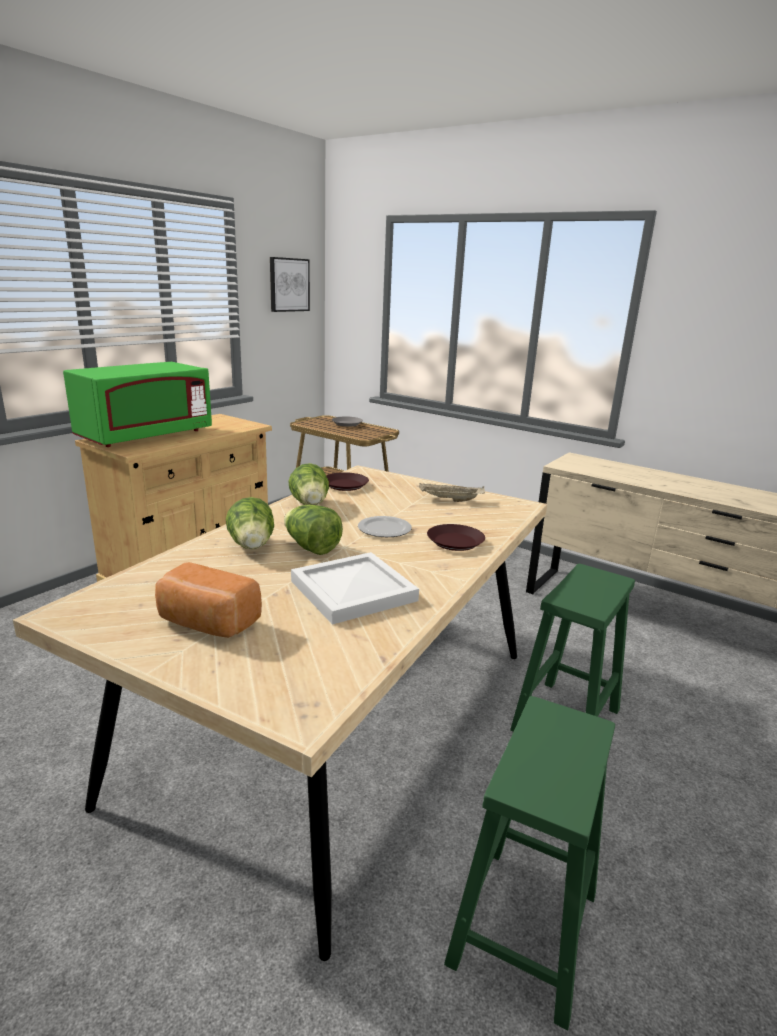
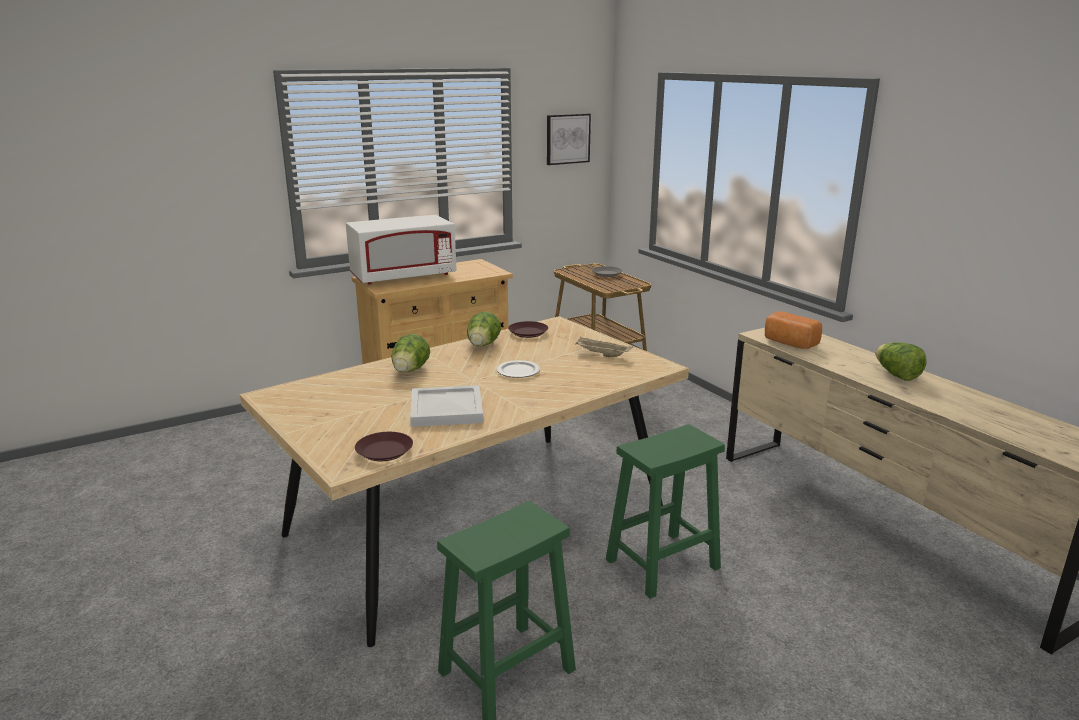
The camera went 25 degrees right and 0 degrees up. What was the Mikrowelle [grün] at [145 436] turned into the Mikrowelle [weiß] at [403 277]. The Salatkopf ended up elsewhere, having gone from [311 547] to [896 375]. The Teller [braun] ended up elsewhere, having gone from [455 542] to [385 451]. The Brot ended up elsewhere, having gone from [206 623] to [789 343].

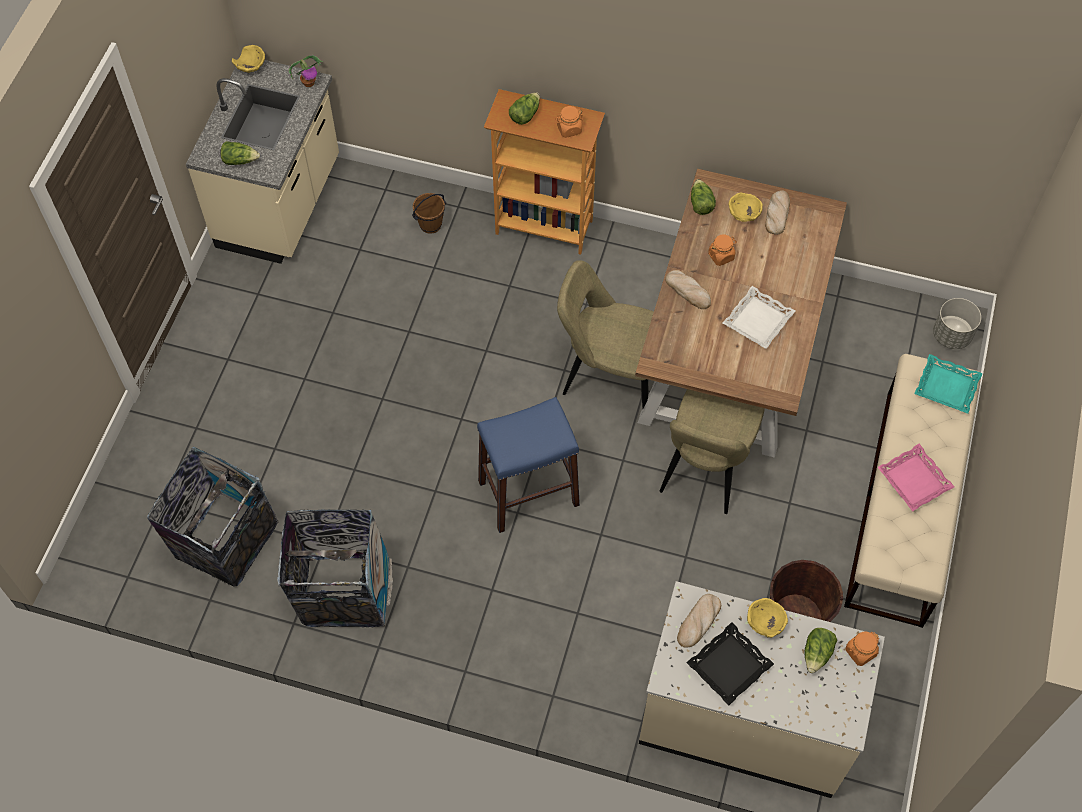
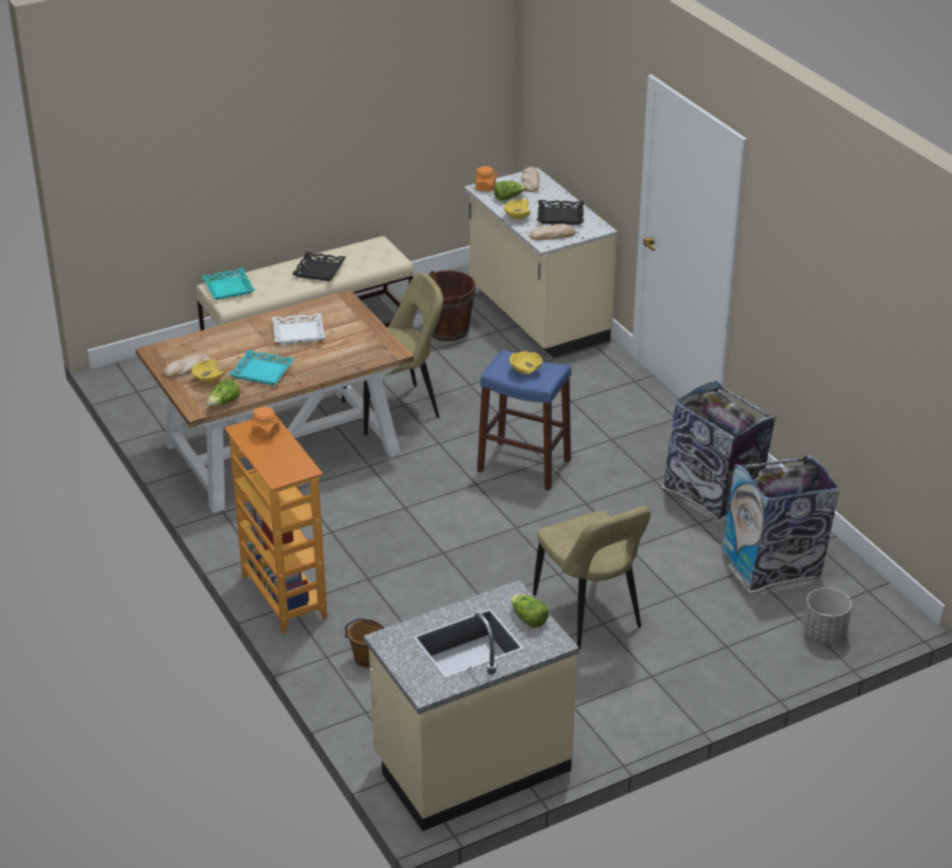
The camera went 135 degrees left and 25 degrees down. The Schüssel [gelb] ended up elsewhere, having gone from [251 67] to [525 371]. The second view lost the Topfpflanze at [309 82]. The second view lost the Salatkopf at [525 114]. Where the Vorratsglas [orange] stood at [721 256], the Tablett [türkis] came to stand at [262 372]. The Stuhl [beige] ended up elsewhere, having gone from [608 377] to [589 615]. The Brot ended up elsewhere, having gone from [688 291] to [530 182]. The Pflanzkübel [grau] ended up elsewhere, having gone from [952 335] to [824 633]. What was the Tablett [rosa] at [913 480] turned into the Tablett [schwarz] at [319 270].

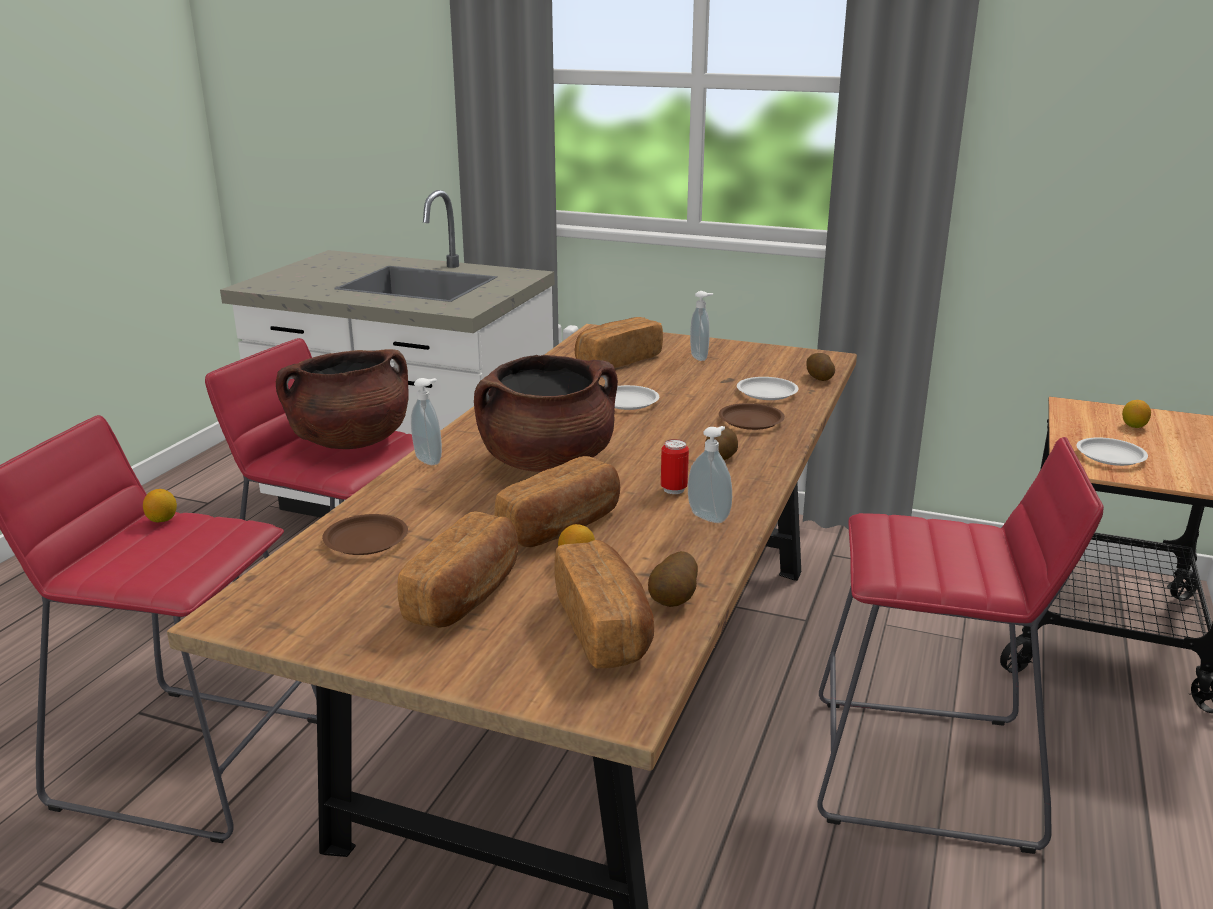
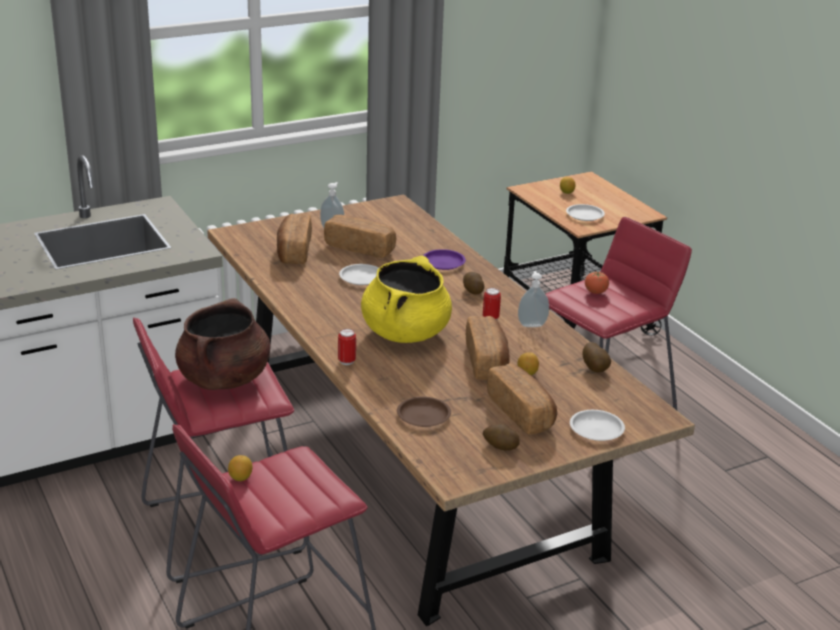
The camera went 50 degrees left and 5 degrees up. The Kartoffel ended up elsewhere, having gone from [818 377] to [500 446]. What was the Kochtopf [braun] at [547 462] turned into the Kochtopf [gelb] at [405 333]. The Teller [weiß] ended up elsewhere, having gone from [766 392] to [596 429]. Where the Seifenspender stood at [430 460], the Dose came to stand at [347 361]. What was the Teller [braun] at [750 421] turned into the Teller [lila] at [443 262]. The Brot ended up elsewhere, having gone from [604 627] to [360 248]. The second view gained the Tomate at [595 292].

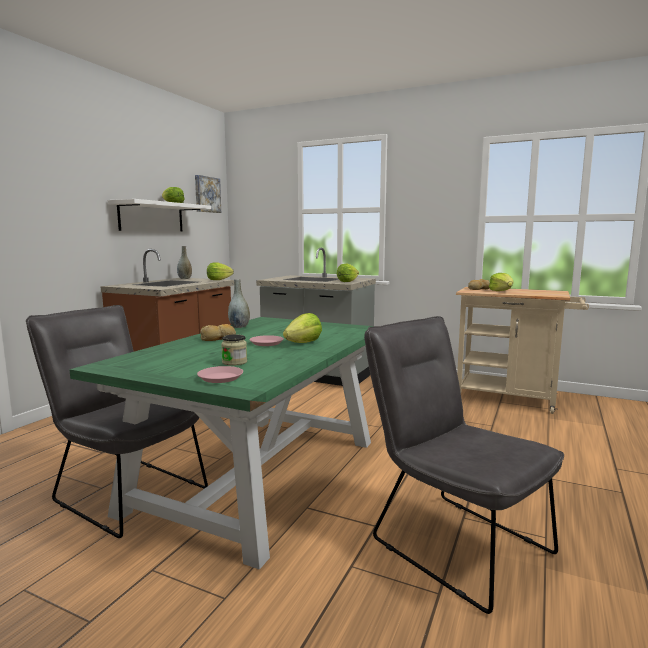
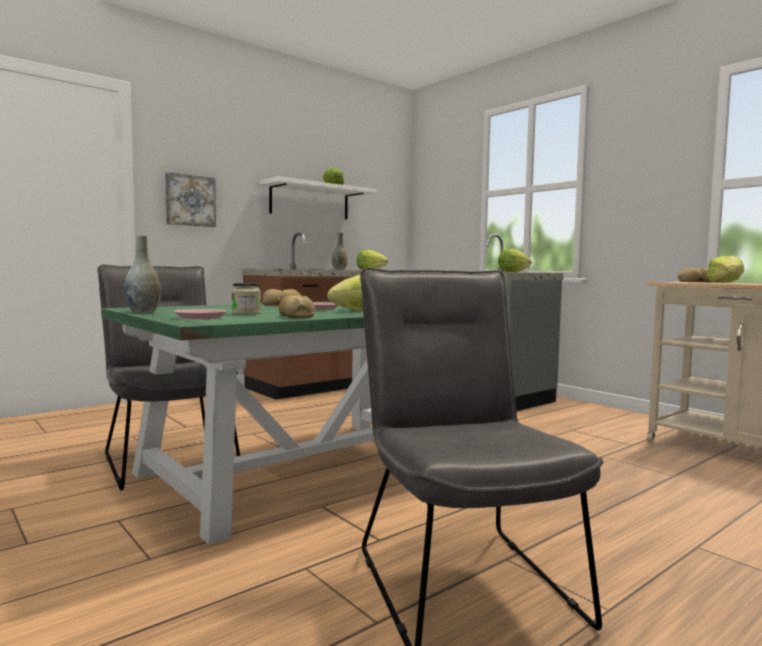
The camera went 25 degrees right and 5 degrees down. The Bild ended up elsewhere, having gone from [206 194] to [190 200]. The Vase [grau] ended up elsewhere, having gone from [239 327] to [143 312]. The second view gained the Brot at [296 316].

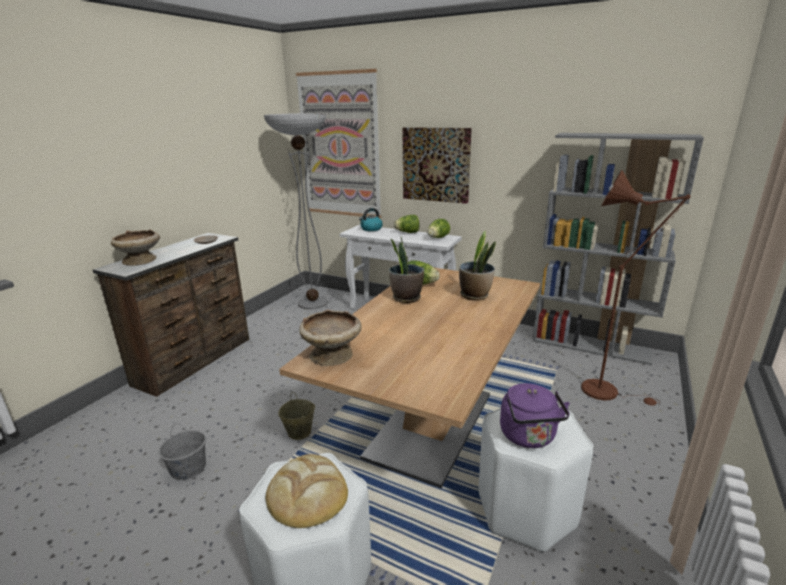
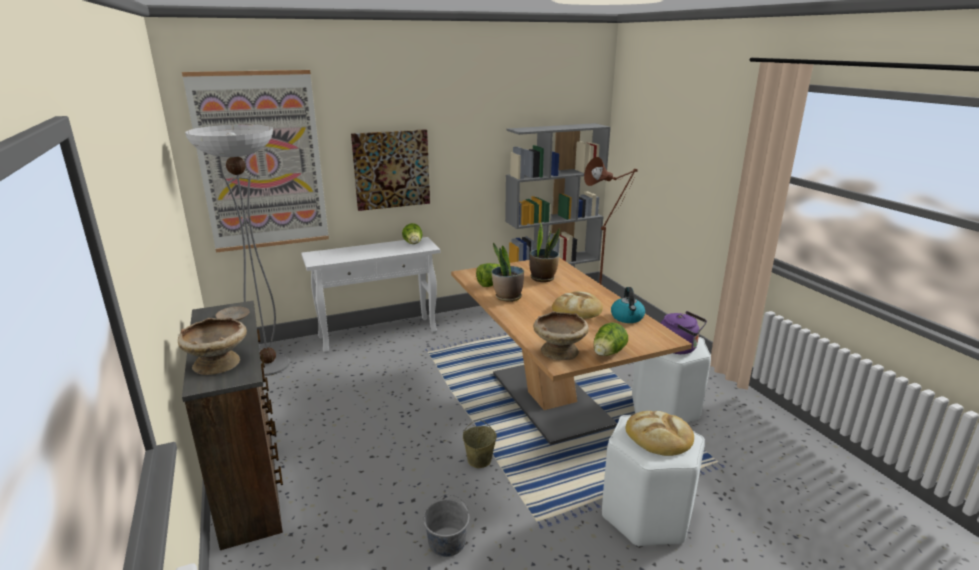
The camera went 50 degrees left and 0 degrees up. The Wasserkessel ended up elsewhere, having gone from [371 229] to [627 318]. The Salatkopf ended up elsewhere, having gone from [407 232] to [608 354]. The second view gained the Brot at [577 309].

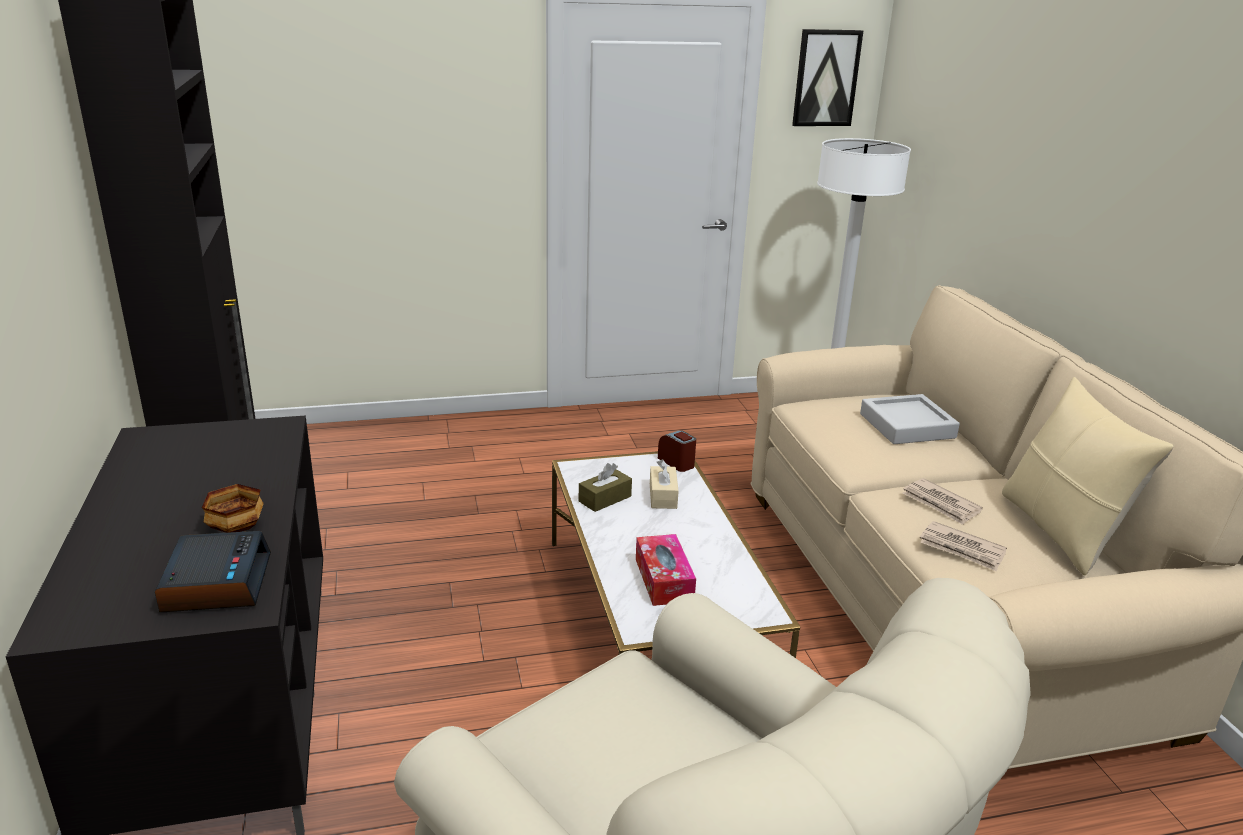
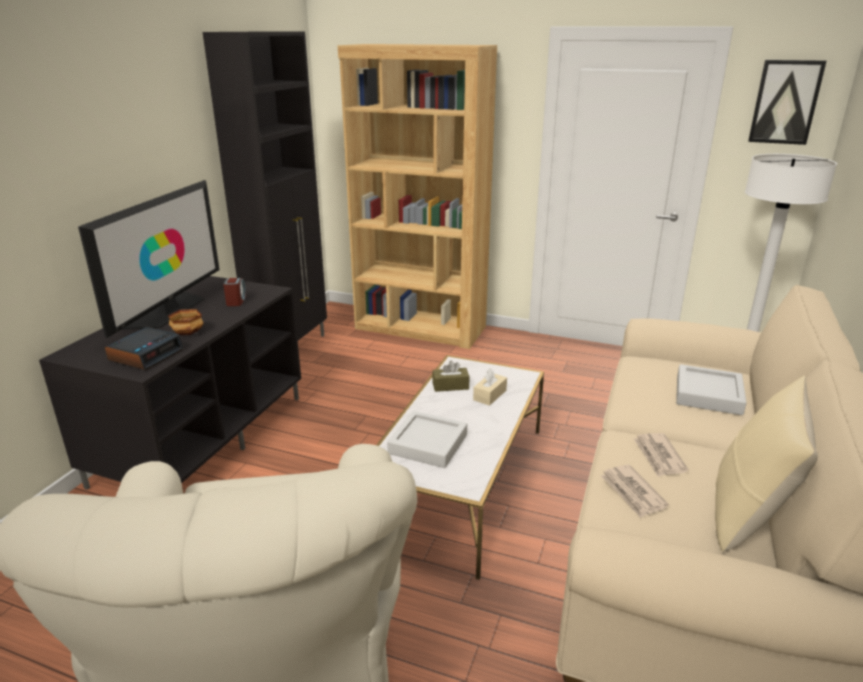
The camera went 35 degrees right and 0 degrees up. The Wecker ended up elsewhere, having gone from [677 462] to [236 301]. Where the Taschentuchbox stood at [664 579], the Tablett [grau] came to stand at [428 444]. The second view gained the Bücherregal [braun] at [420 328]. The second view gained the Fernseher at [169 311].

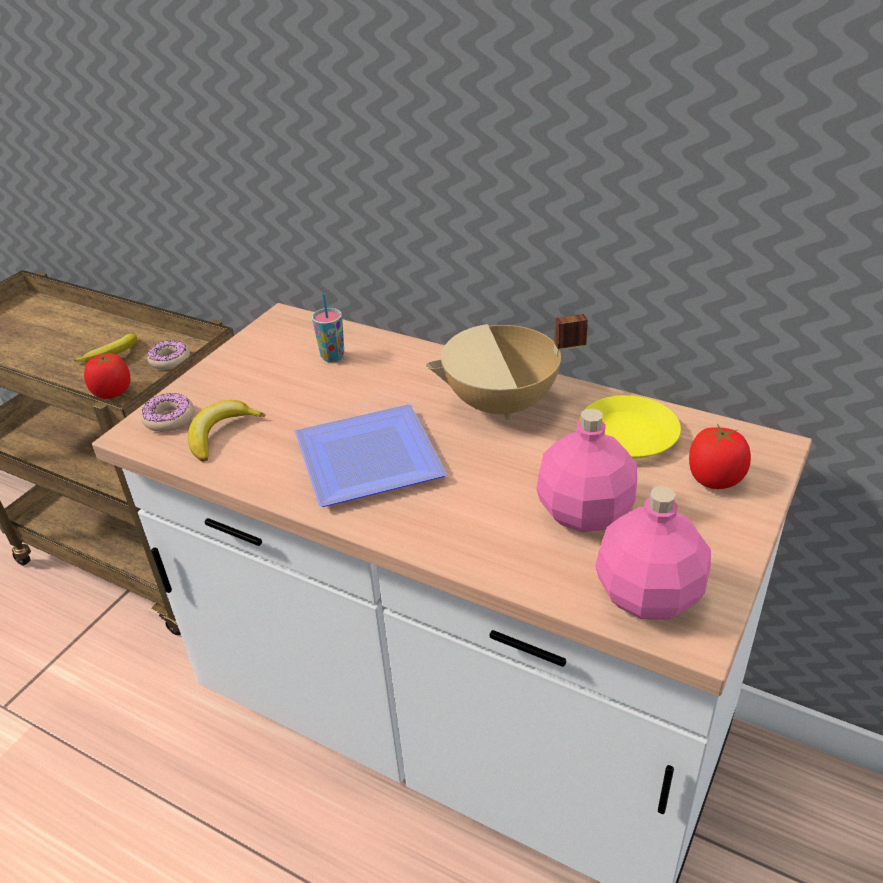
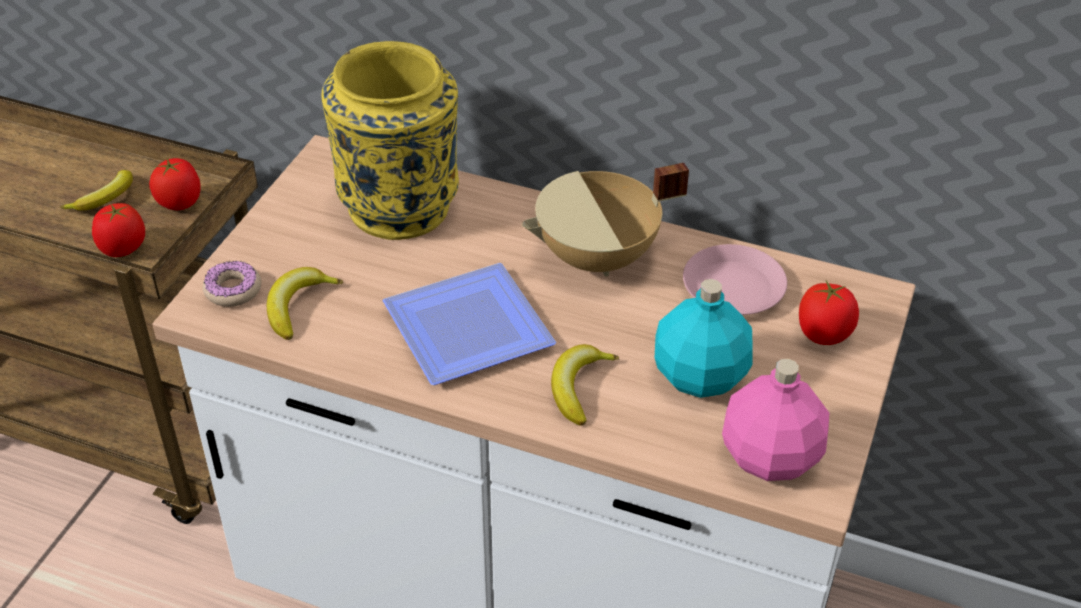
The camera went 10 degrees left and 5 degrees up. Where the Tasse stood at [332 357], the Vase [gelb] came to stand at [398 205]. Where the Donut stood at [170 360], the Tomate came to stand at [180 203]. What was the Teller [gelb] at [627 435] turned into the Teller [rosa] at [732 288]. What was the Flasche [rosa] at [586 513] turned into the Flasche [türkis] at [701 377]. The second view gained the Banane at [579 387].

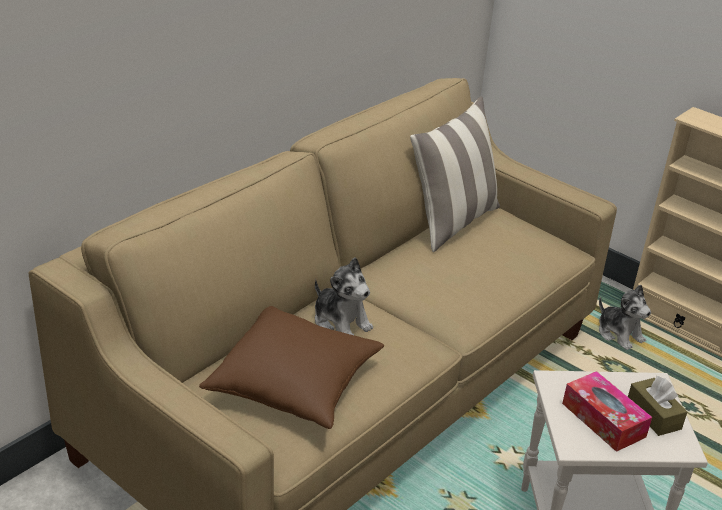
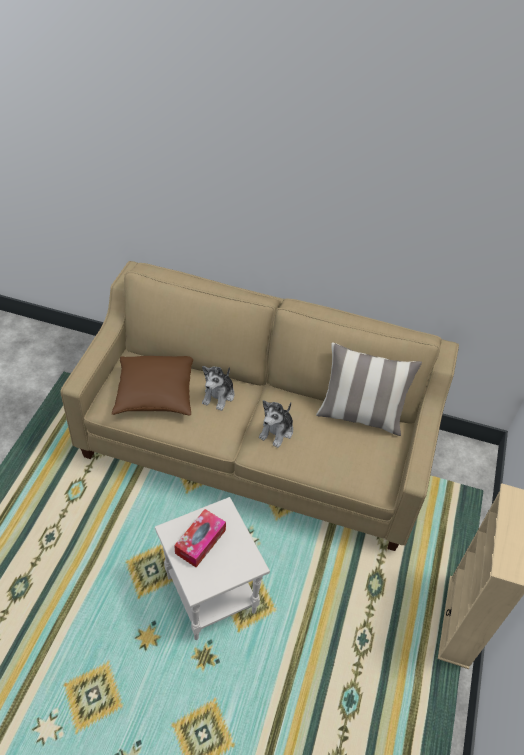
The camera went 65 degrees right and 15 degrees up. The Plüschtier ended up elsewhere, having gone from [619 334] to [277 431]. The second view lost the Taschentuchbox [braun] at [653 415].

